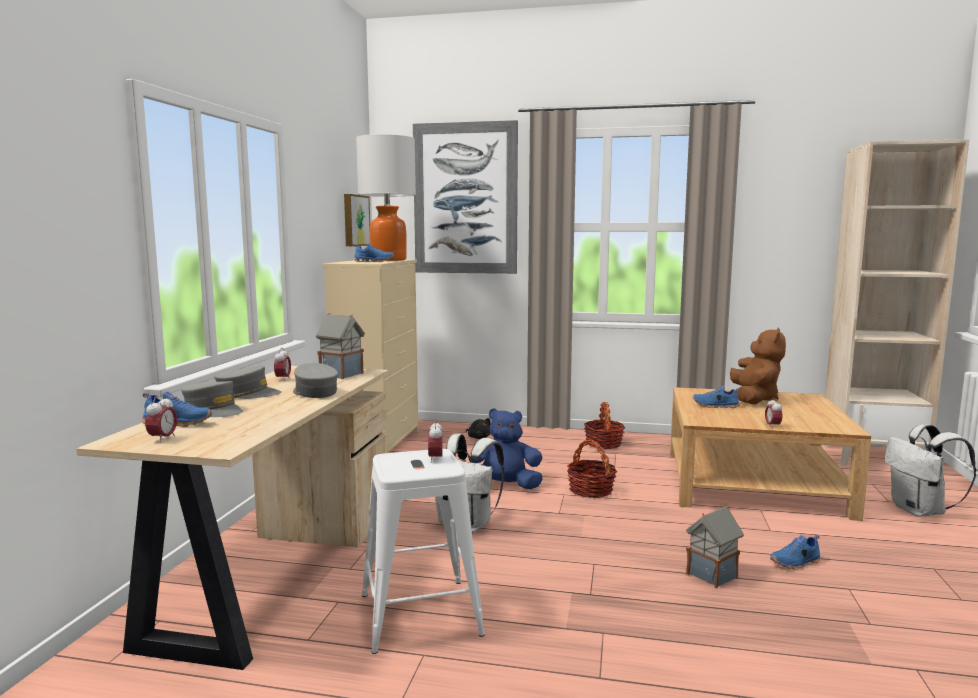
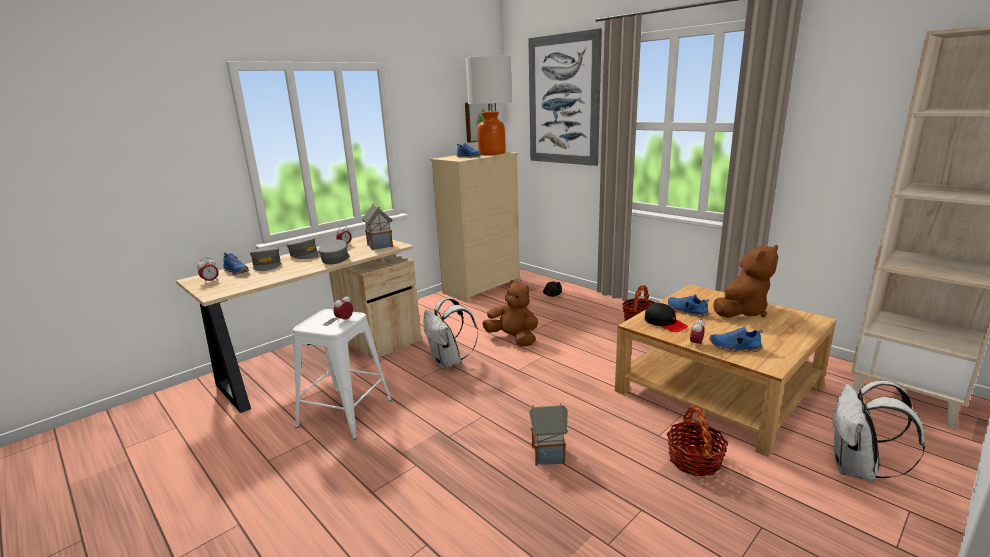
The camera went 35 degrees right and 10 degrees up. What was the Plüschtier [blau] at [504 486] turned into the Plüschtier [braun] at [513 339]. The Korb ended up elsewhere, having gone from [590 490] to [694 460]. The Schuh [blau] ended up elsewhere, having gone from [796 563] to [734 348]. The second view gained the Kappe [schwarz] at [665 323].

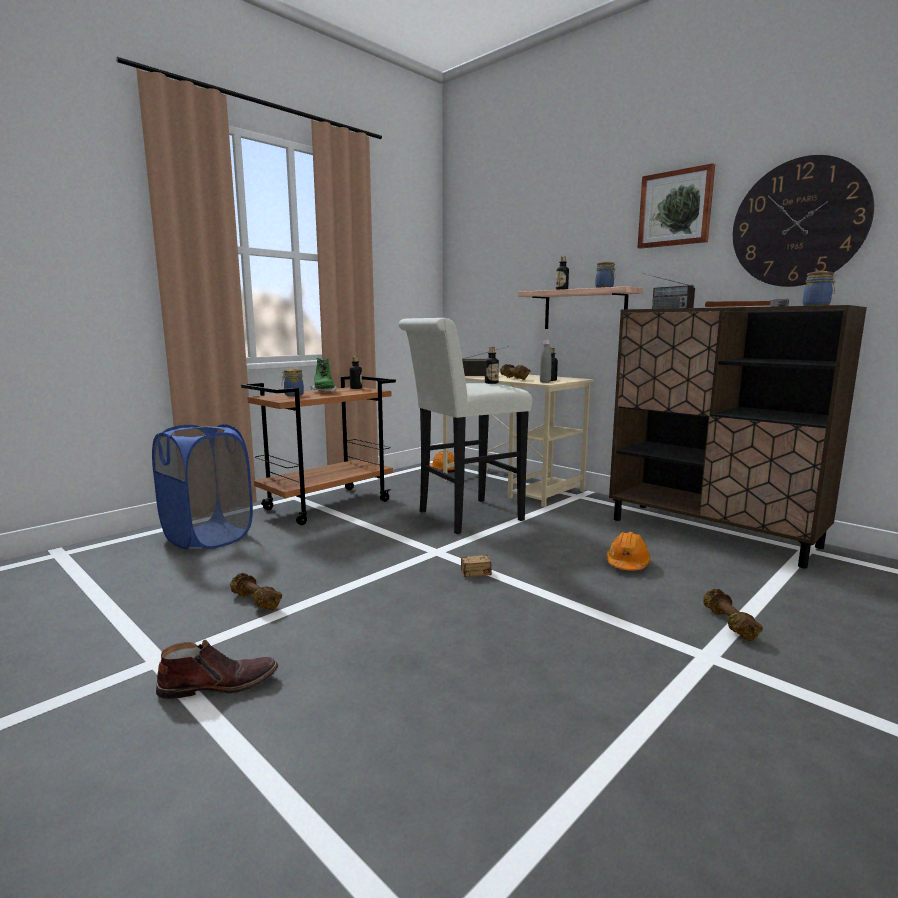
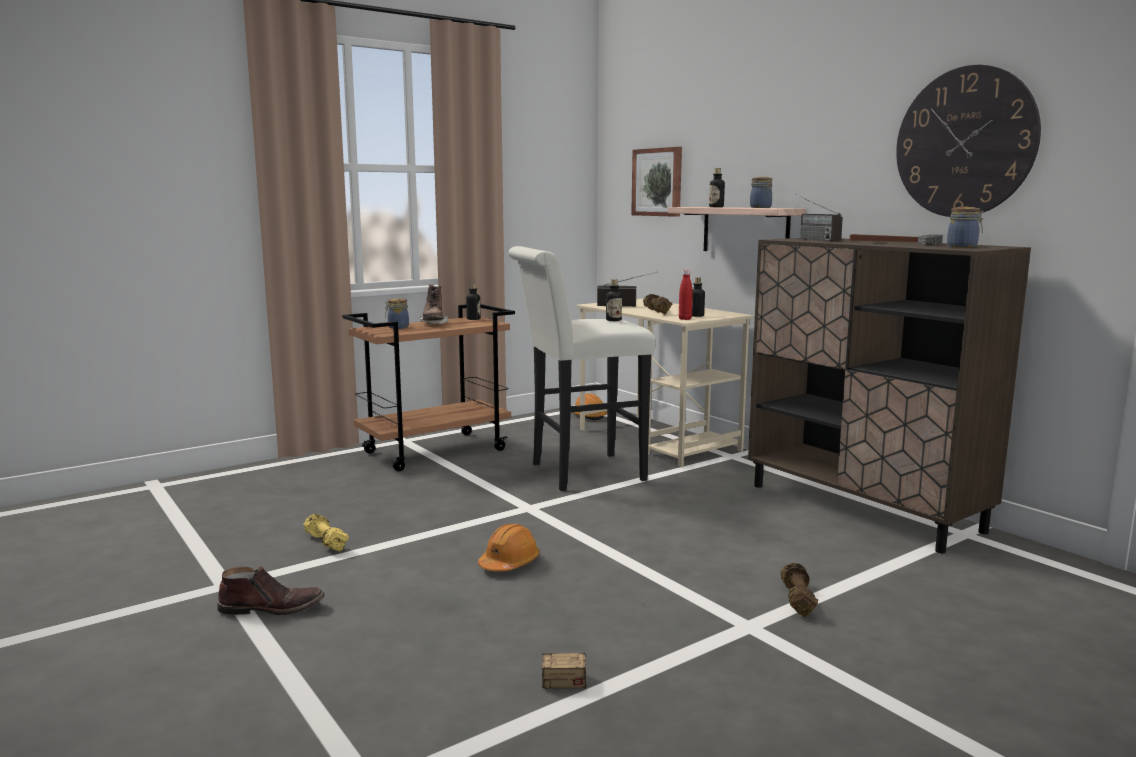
The camera went 10 degrees right and 0 degrees up. The Bild ended up elsewhere, having gone from [675 208] to [658 182]. What was the Flasche [grau] at [545 382] turned into the Flasche [rot] at [685 319]. What was the Stiefel [grün] at [324 392] turned into the Stiefel [braun] at [433 324]. The second view lost the Wäschekorb [blau] at [208 537]. The Aufbewahrungsbox ended up elsewhere, having gone from [494 572] to [593 682]. The Schutzhelm [orange] ended up elsewhere, having gone from [627 563] to [509 563]. What was the Hantel [braun] at [255 601] turned into the Hantel [gelb] at [325 542].

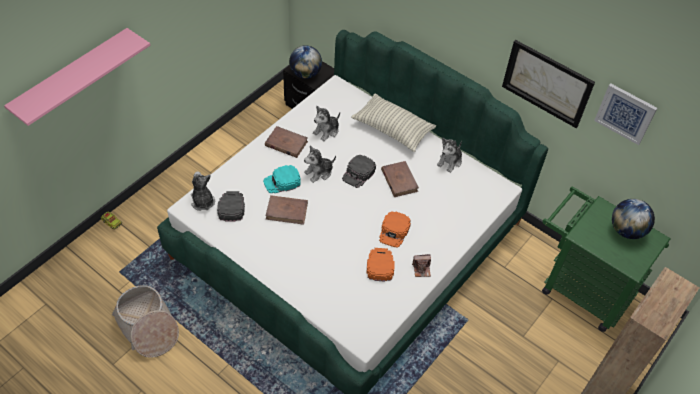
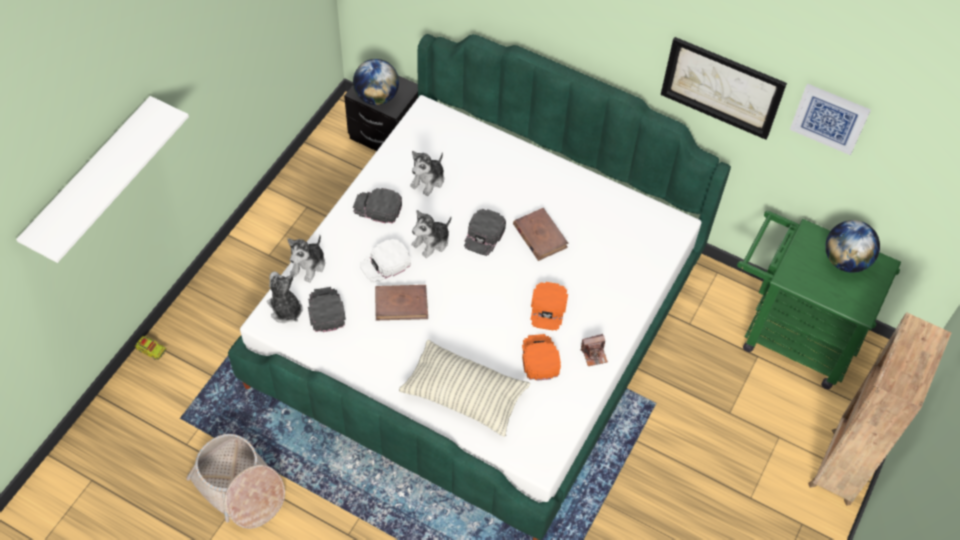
The camera went 10 degrees left and 5 degrees up. What was the Wandregal [rosa] at [72 77] turned into the Wandregal [weiß] at [91 178]. The Kissen ended up elsewhere, having gone from [392 129] to [464 395]. Where the Buch [braun] stood at [286 143], the Kappe [schwarz] came to stand at [377 207]. The Plüschtier ended up elsewhere, having gone from [450 161] to [309 265]. What was the Kappe [türkis] at [282 182] turned into the Kappe [weiß] at [385 264].

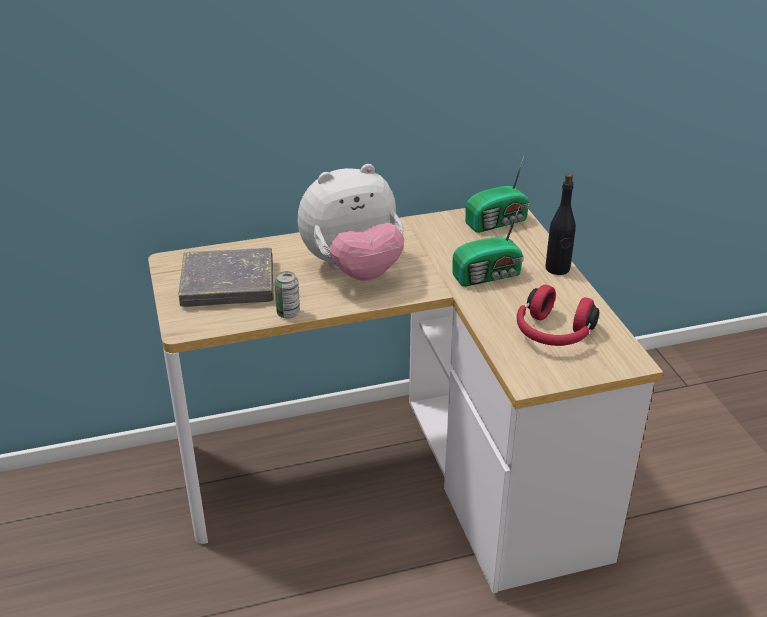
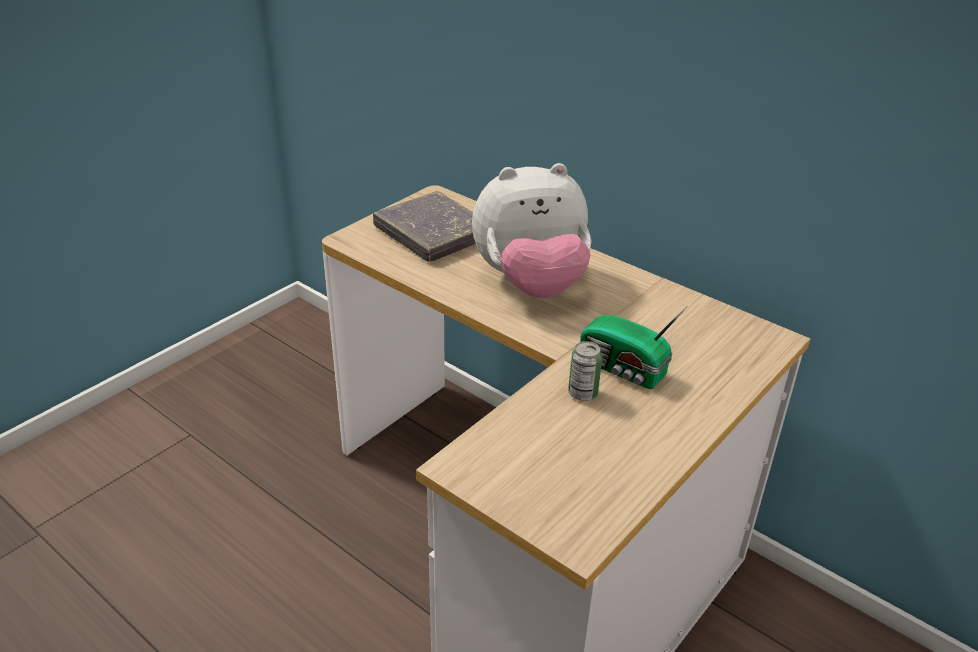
The camera went 55 degrees right and 0 degrees up. The second view lost the Radio at [498 222]. The Plüschtier at [353 269] ended up facing another way, 45 degrees counterclockwise from before. The second view lost the Flasche [schwarz] at [557 269]. The Dose ended up elsewhere, having gone from [288 313] to [582 393]. The second view lost the Kopfhörer [rot] at [552 334].

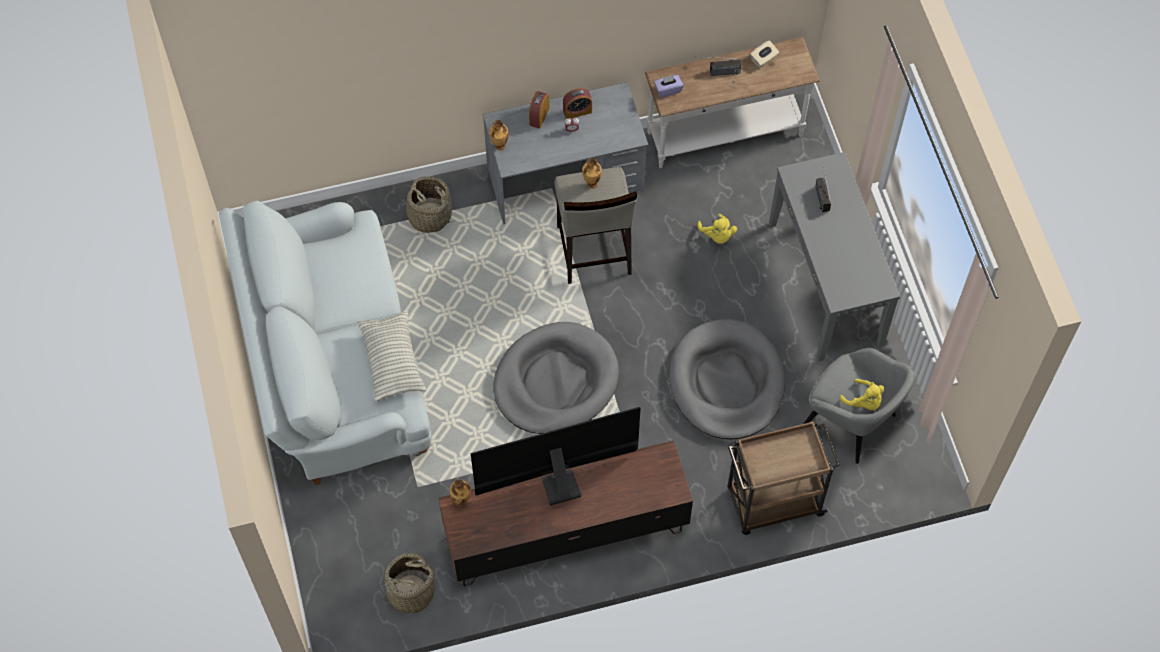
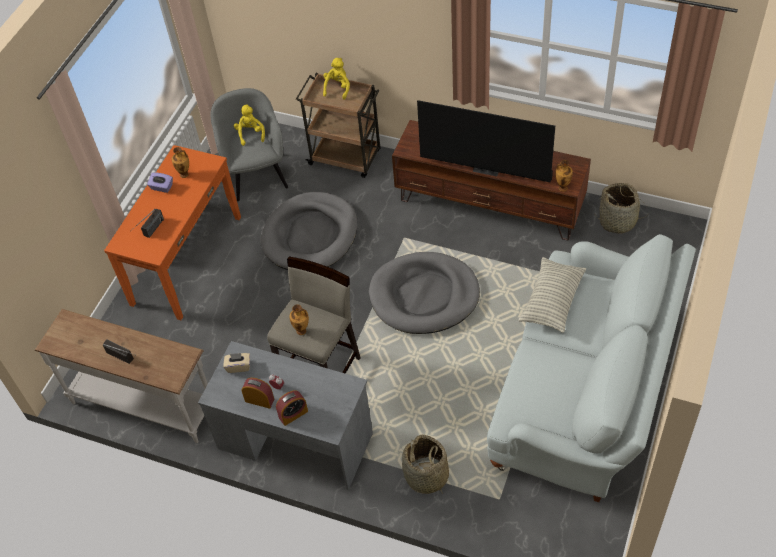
The camera went 140 degrees left and 10 degrees down. The Taschentuchbox [beige] ended up elsewhere, having gone from [763 59] to [238 366]. The Taschentuchbox [lila] ended up elsewhere, having gone from [668 90] to [162 187]. The Vase ended up elsewhere, having gone from [499 146] to [185 174]. What was the Konsolentisch [grau] at [826 283] turned into the Konsolentisch [orange] at [186 260]. The Plüschtier [gelb] ended up elsewhere, having gone from [717 235] to [337 88].

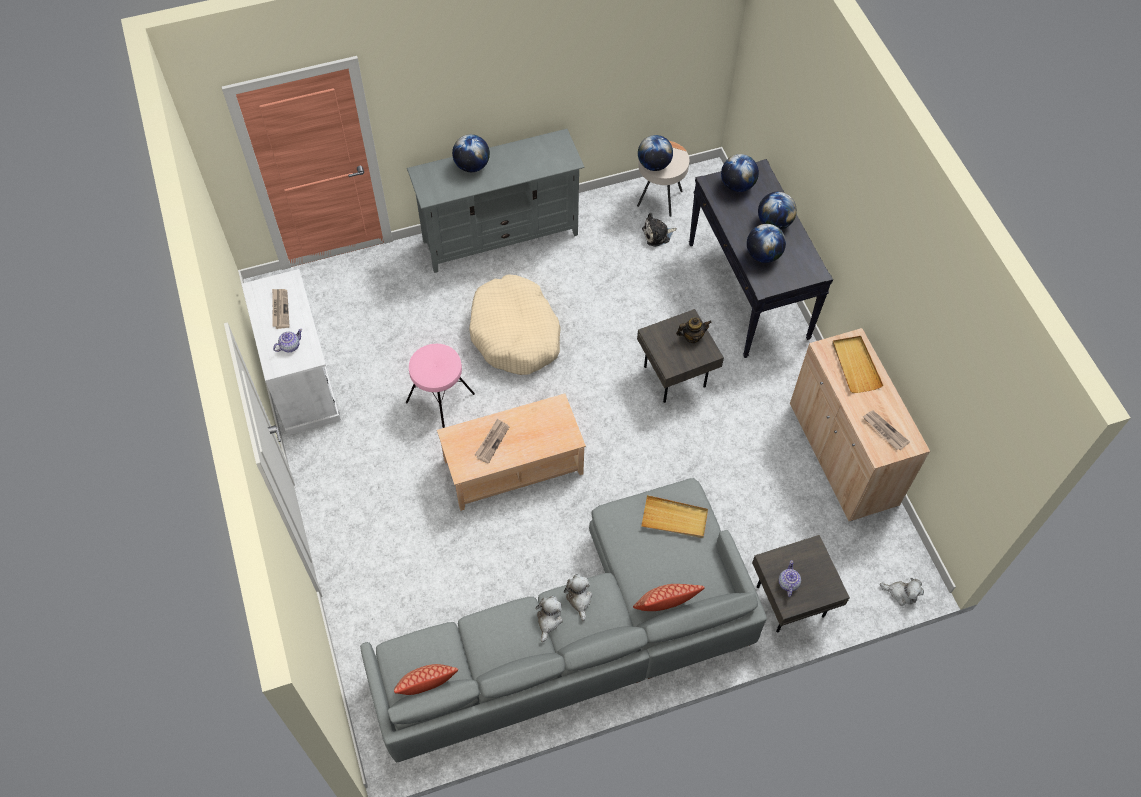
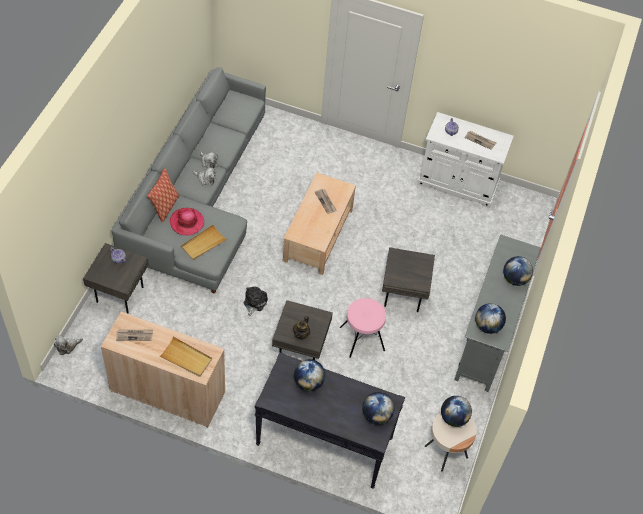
The camera went 125 degrees right and 5 degrees down. The Globus ended up elsewhere, having gone from [774 223] to [487 326]. The Plüschtier ended up elsewhere, having gone from [657 235] to [254 302]. Where the Hundebett [beige] stood at [515 334], the Beistelltisch [grau] came to stand at [404 294]. The Hocker [rosa] ended up elsewhere, having gone from [440 398] to [362 339]. The second view lost the Kissen at [427 688]. The second view gained the Hut at [187 222].

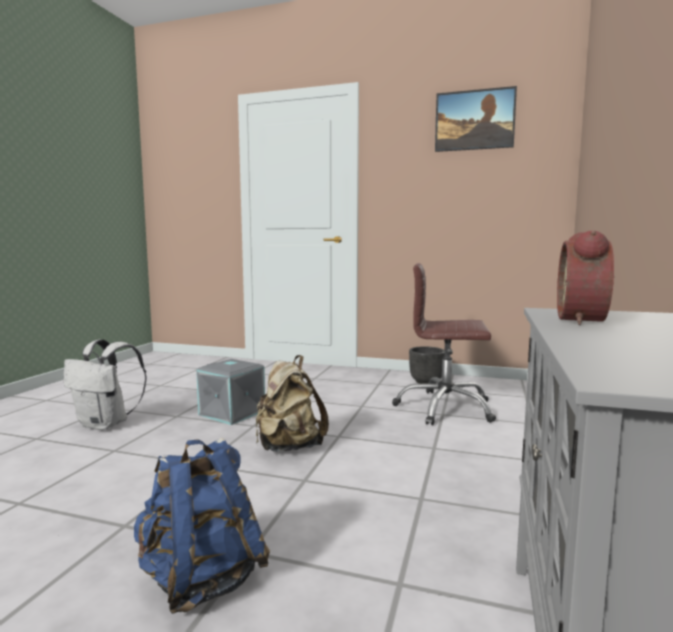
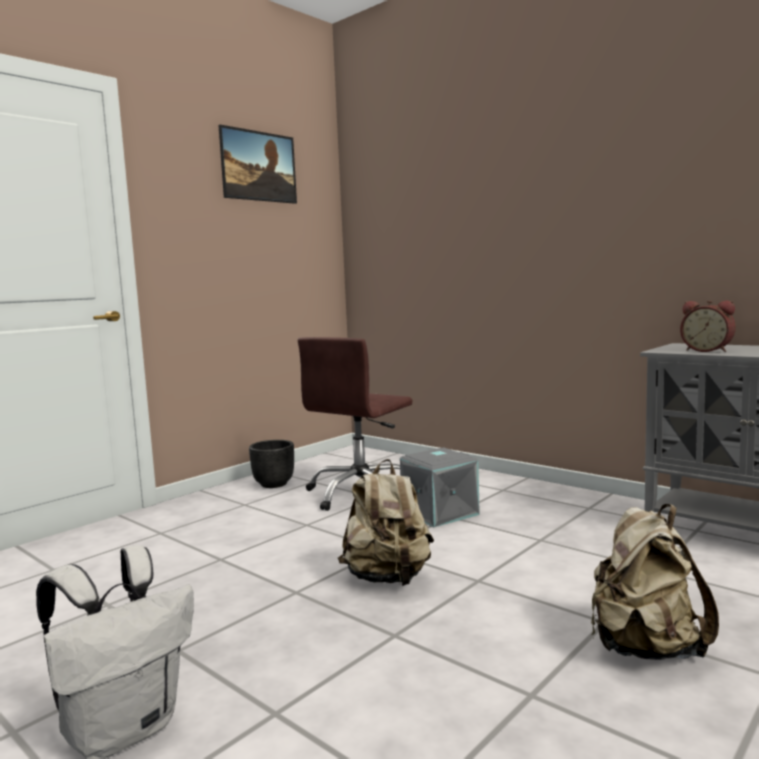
The camera went 65 degrees left and 0 degrees up. The Aufbewahrungsbox [grau] ended up elsewhere, having gone from [233 412] to [439 512]. What was the Rucksack [blau] at [201 579] turned into the Rucksack [beige] at [645 648].

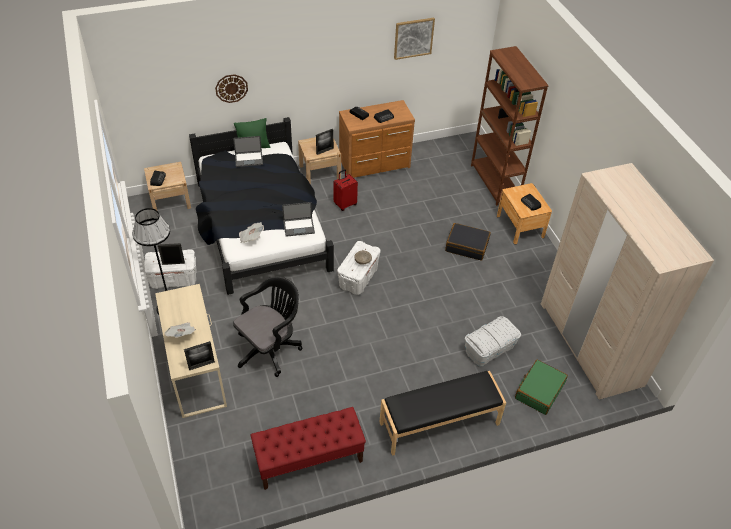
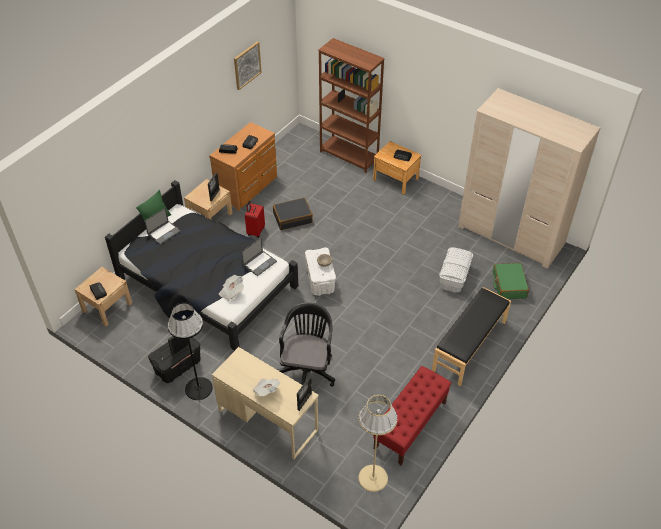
The camera went 35 degrees left and 0 degrees up. The second view lost the Wanduhr at [231 88]. The Koffer [schwarz] ended up elsewhere, having gone from [467 246] to [292 218]. What was the Aufbewahrungsbox [weiß] at [173 279] turned into the Aufbewahrungsbox [schwarz] at [177 366]. The second view gained the Stehlampe [beige] at [373 478].

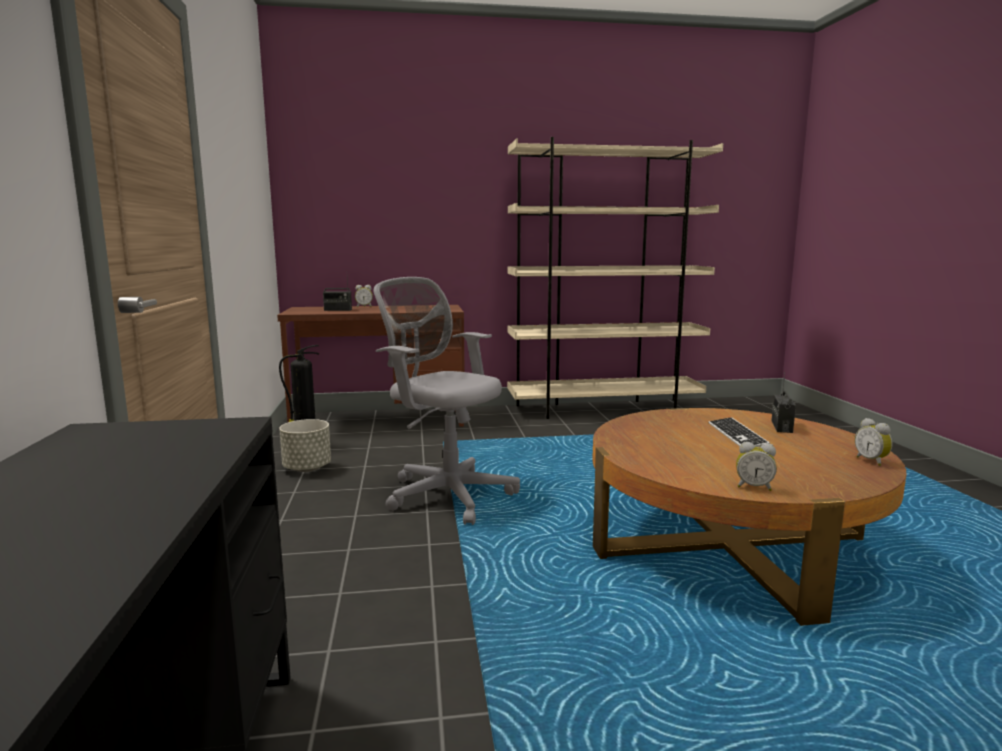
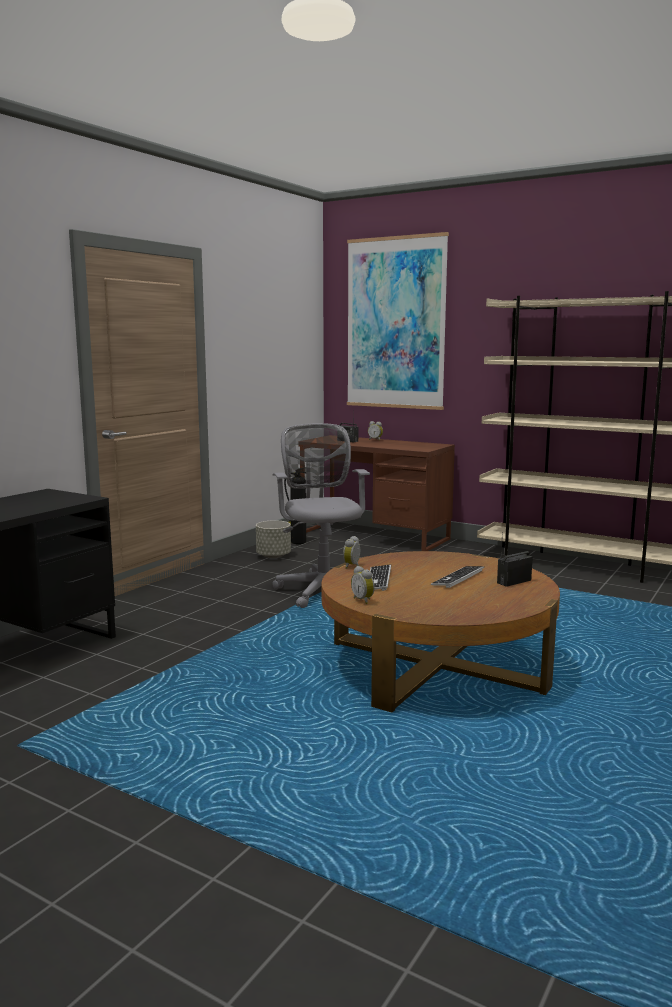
The camera went 40 degrees right and 0 degrees up. The Wecker ended up elsewhere, having gone from [872 461] to [353 566]. The second view gained the Bild at [395 323]. The second view gained the Tastatur at [378 579].

